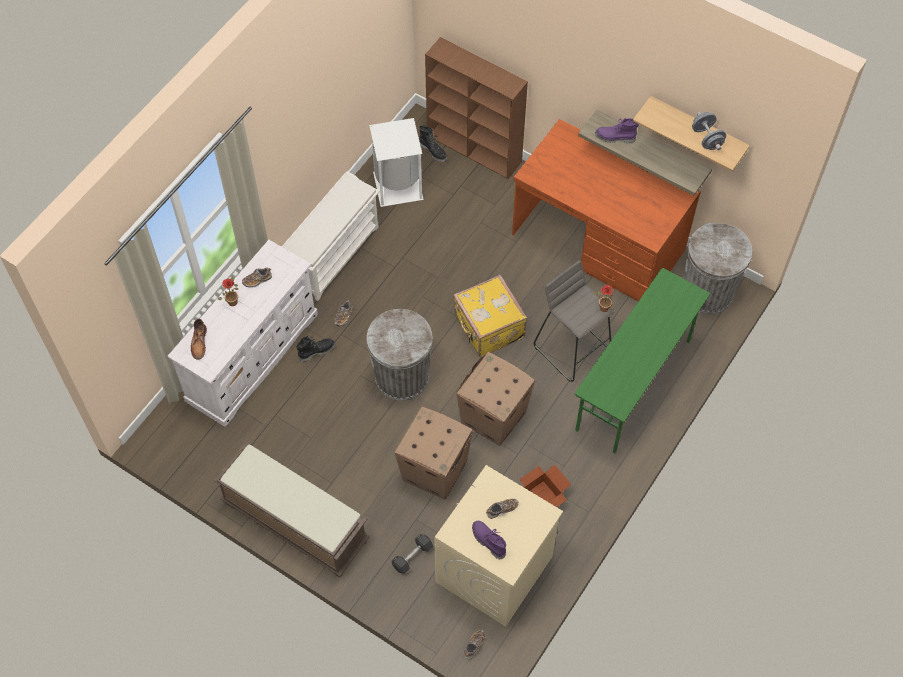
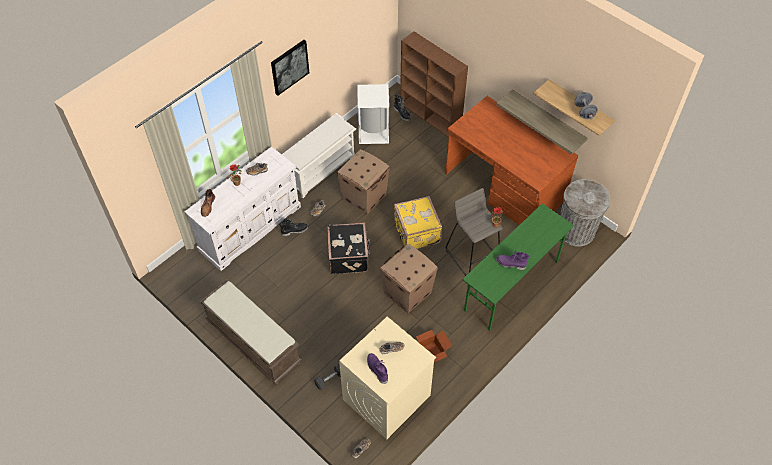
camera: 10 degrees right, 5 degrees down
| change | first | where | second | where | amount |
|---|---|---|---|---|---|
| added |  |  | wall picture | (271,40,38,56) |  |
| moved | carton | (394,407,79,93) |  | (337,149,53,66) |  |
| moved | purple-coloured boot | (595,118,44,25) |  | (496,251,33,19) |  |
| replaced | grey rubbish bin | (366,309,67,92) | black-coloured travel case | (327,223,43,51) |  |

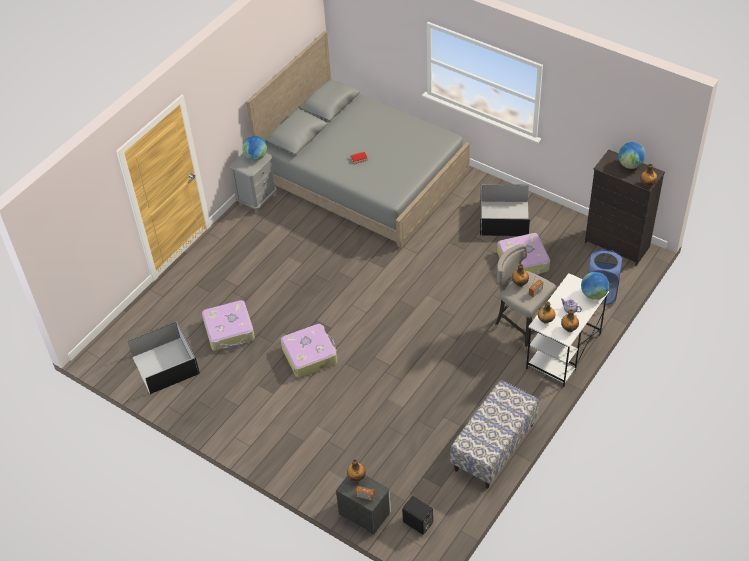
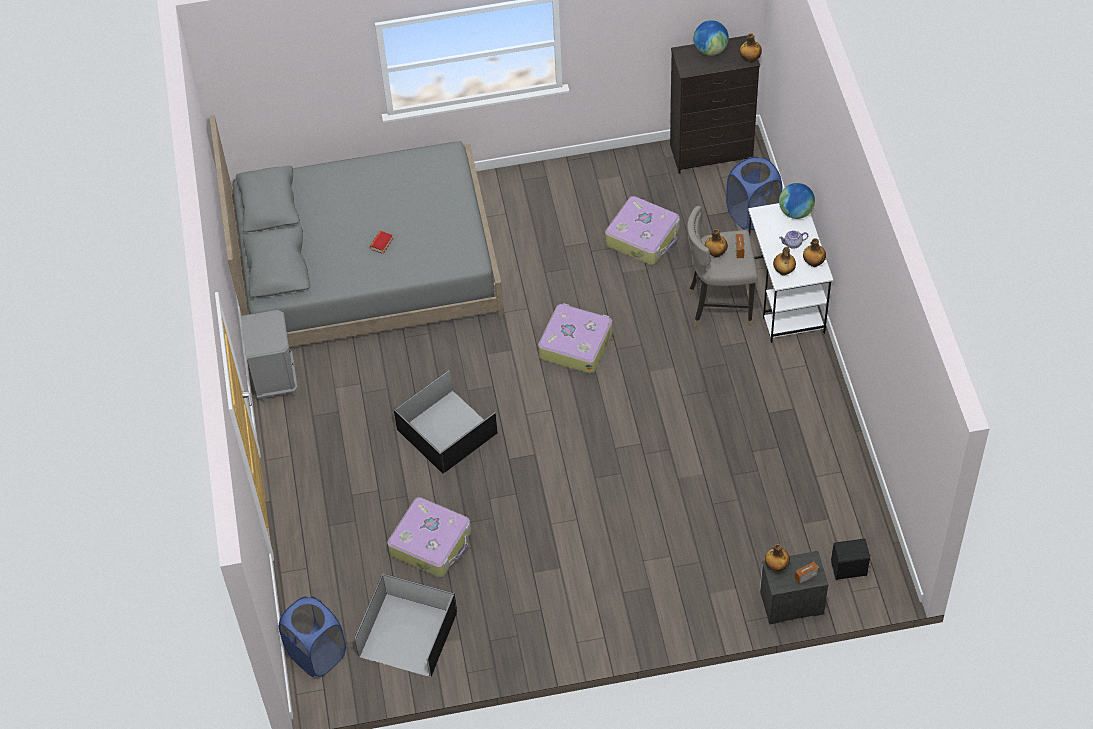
camera: 45 degrees left, 5 degrees up
| change | first | where | second | where | amount |
|---|---|---|---|---|---|
| removed | world globe | (242,136,25,24) |  |  |  |
| removed | long seat | (450,380,89,109) |  |  |  |
| added |  |  | blue laundry basket | (279,596,67,81) |  |
| moved | travel case | (281,324,56,54) |  | (538,303,75,71) |  |
| moved | black-coloured storage box | (480,184,50,52) |  | (394,370,104,104) |  |

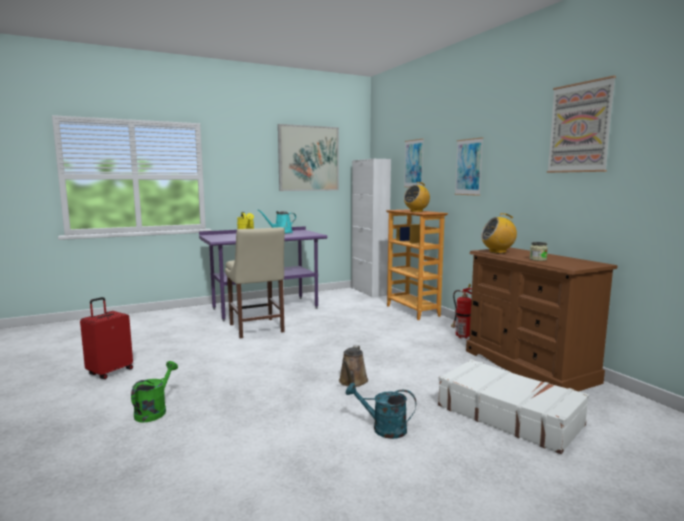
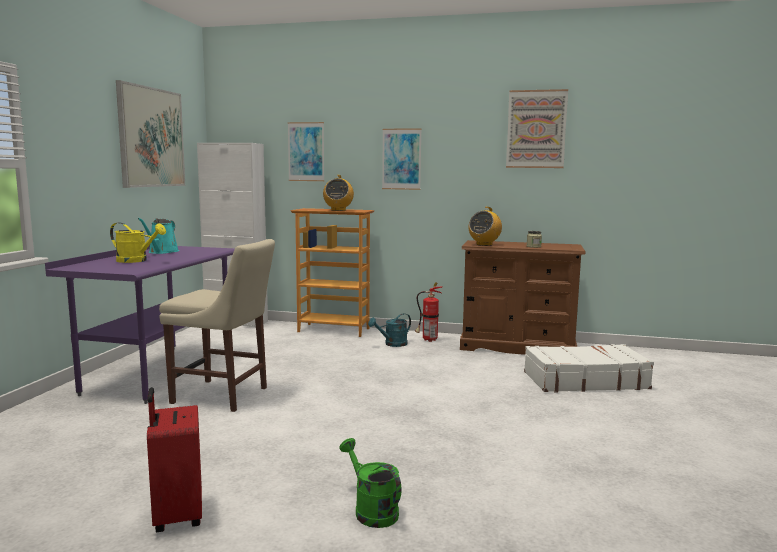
camera: 50 degrees left, 0 degrees up
| change | first | where | second | where | amount |
|---|---|---|---|---|---|
| removed | brownish watering can | (339,345,29,42) |  |  |  |
| moved | turquoise-coloured watering can | (346,383,70,56) |  | (368,313,43,34) |  |

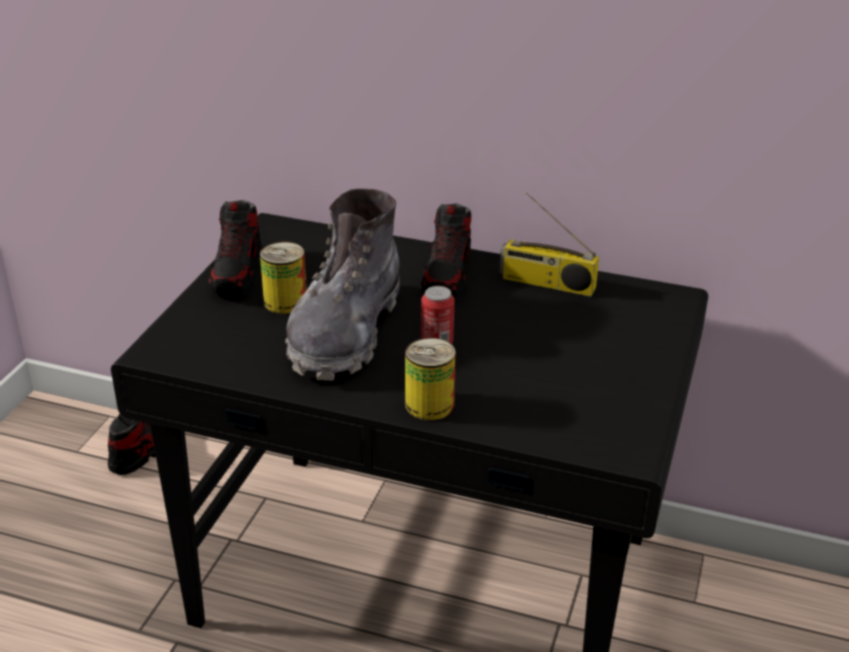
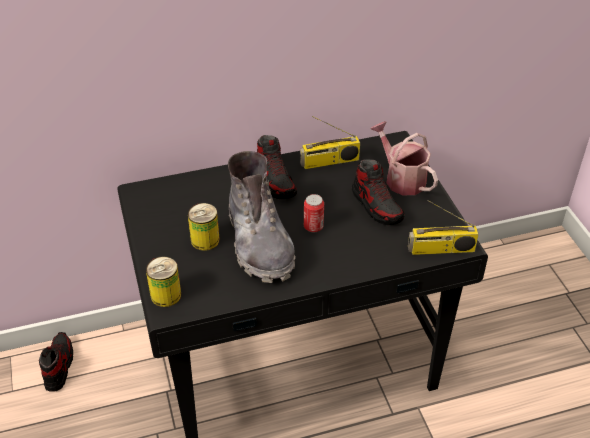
camera: 35 degrees left, 10 degrees up
| change | first | where | second | where | amount |
|---|---|---|---|---|---|
| added |  |  | watering can | (370,121,68,74) |  |
| added |  |  | radio | (408,200,71,55) |  |
| moved | low shoe | (208,200,54,96) |  | (352,159,53,66) |  |
| moved | can | (405,337,51,83) |  | (146,256,35,51) |  |

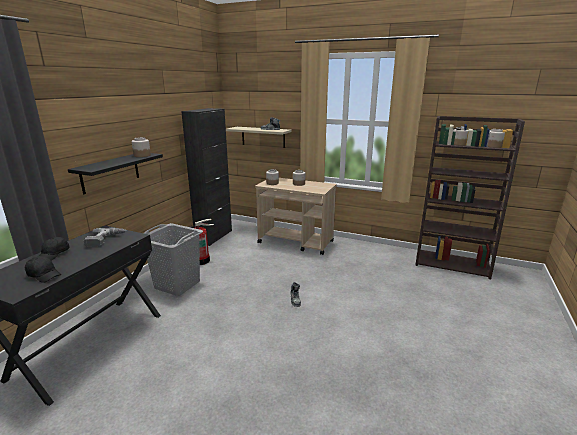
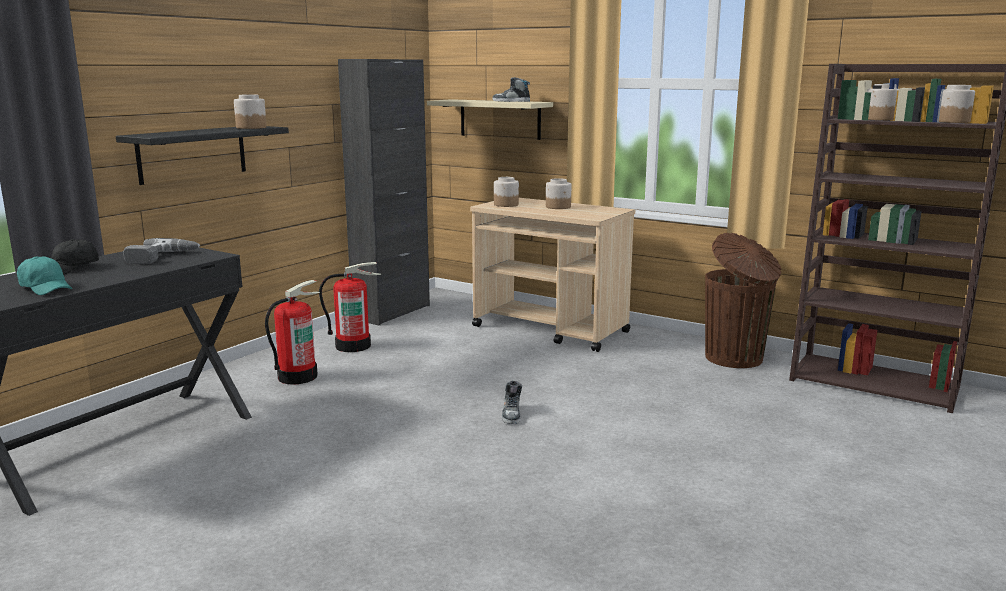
camera: 10 degrees right, 5 degrees down
| change | first | where | second | where | amount |
|---|---|---|---|---|---|
| added |  |  | brownish rubbish bin | (705,233,76,135) |  |
| replaced | grey laundry basket | (144,223,59,73) | fire extinguisher | (265,280,55,105) |  |
| recoloured | black-coloured peaked cap | (25,256,36,27) | turquoise-coloured peaked cap | (17,256,55,39) |  |

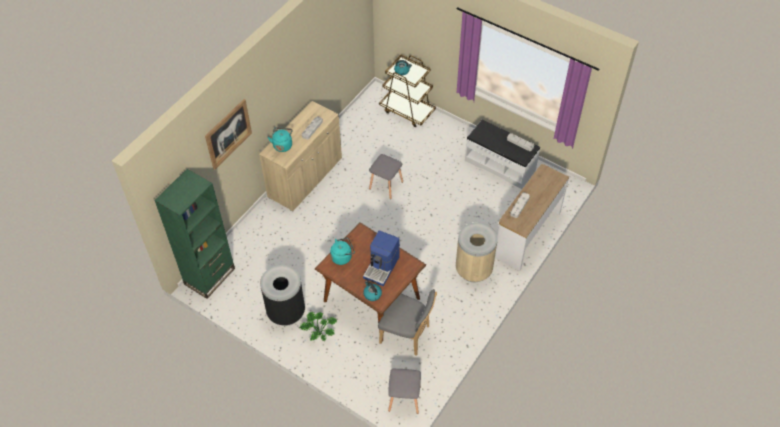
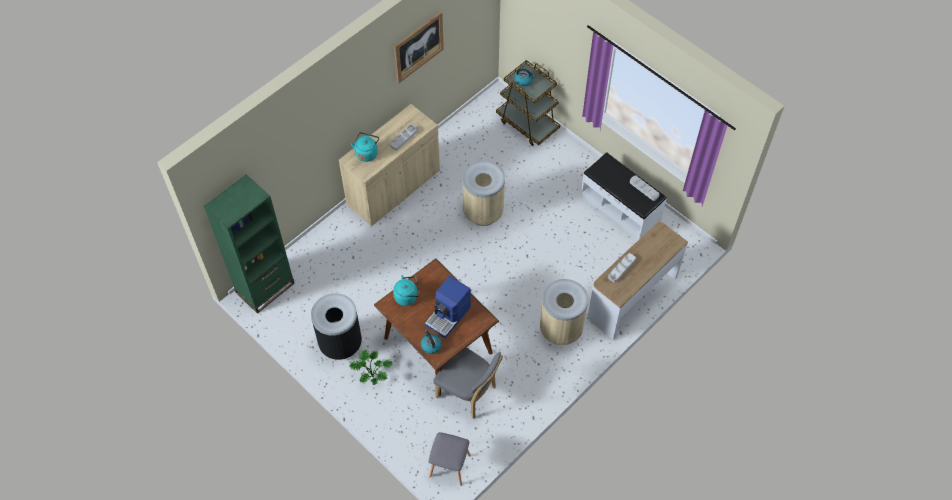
camera: 10 degrees right, 5 degrees up
| change | first | where | second | where | amount |
|---|---|---|---|---|---|
| moved | wall picture | (205,99,47,71) |  | (394,12,50,71) |  |
| replaced | grey stool | (369,154,34,45) | beige rubbish bin | (462,161,43,65) |  |

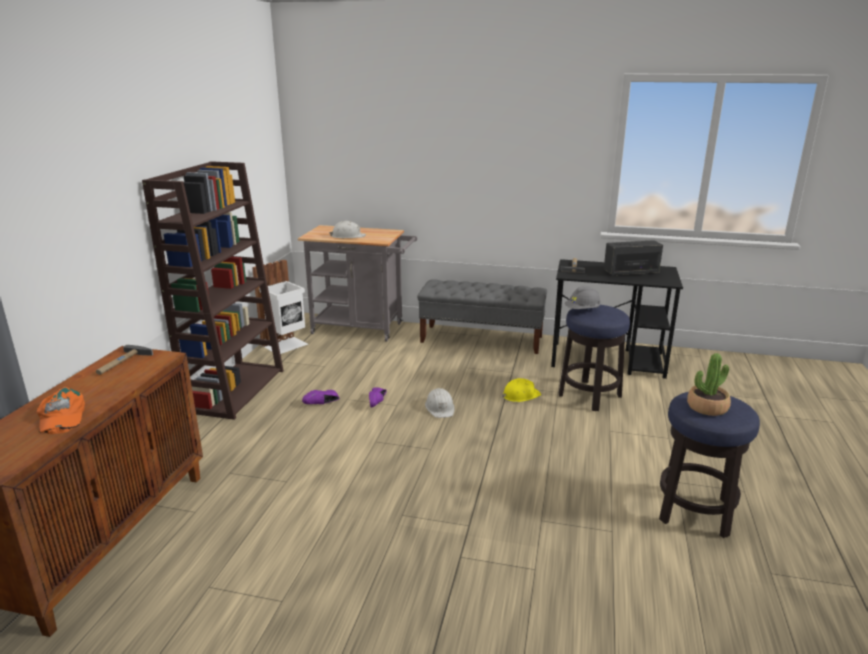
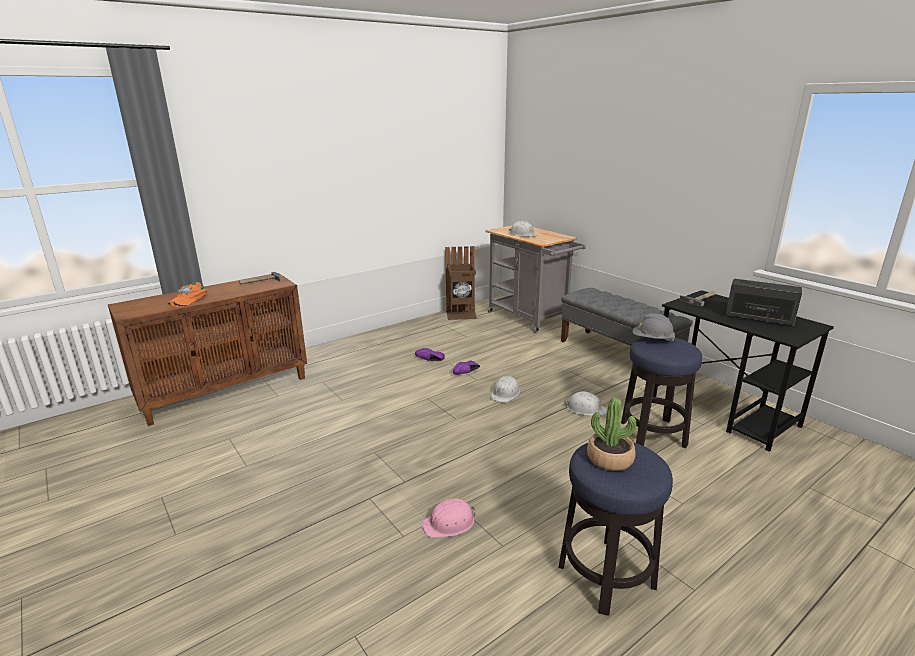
camera: 40 degrees right, 0 degrees up
| change | first | where | second | where | amount |
|---|---|---|---|---|---|
| removed | brownish shelving unit | (142,161,142,259) |  |  |  |
| added |  |  | pink-coloured safety helmet | (421,498,54,40) |  |
| recoloured | white-coloured rubbish bin | (252,260,56,94) | brownish rubbish bin | (445,246,32,74) |  |
| recoloured | yellow safety helmet | (502,378,39,24) | white-coloured safety helmet | (565,392,42,24) |  |

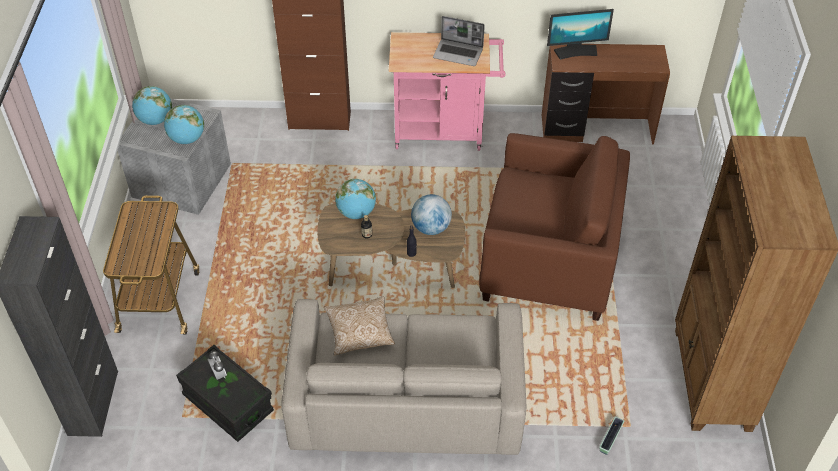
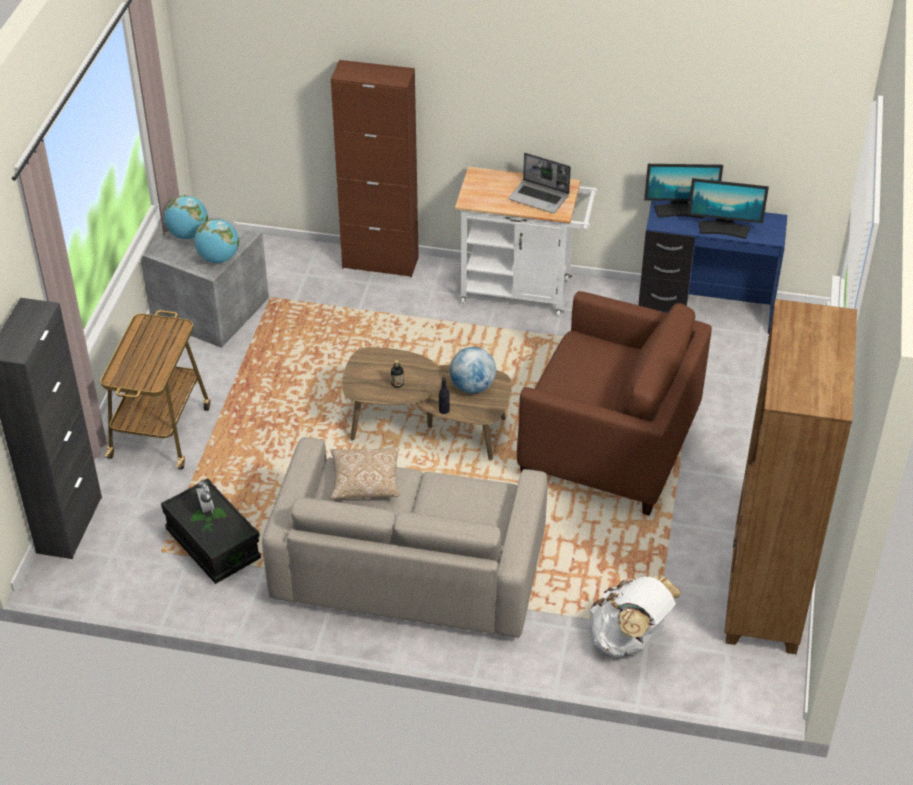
camera: 10 degrees right, 5 degrees down
| change | first | where | second | where | amount |
|---|---|---|---|---|---|
| removed | world globe | (335,179,41,40) |  |  |  |
| added |  |  | monitor | (688,178,81,61) |  |
| replaced | flower pot | (599,416,25,39) | white-coloured backpack | (589,576,93,81) |  |
| recoloured | pink-coloured wheeled cart | (389,32,116,119) | white-coloured wheeled cart | (455,167,143,150) |  |
| recoloured | brownish desk | (542,44,128,101) | blue desk | (638,201,150,133) |  |

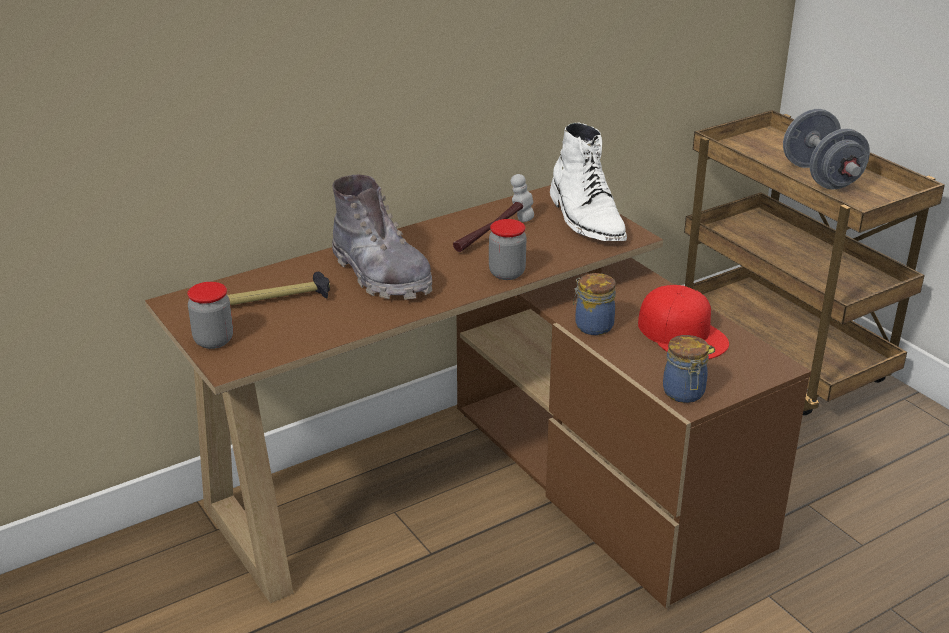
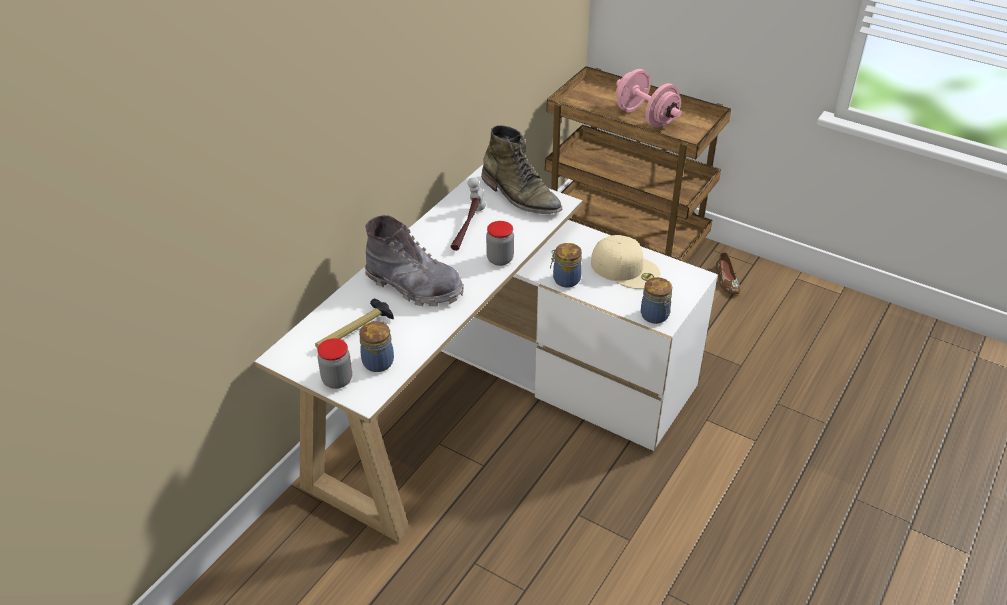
camera: 25 degrees left, 10 degrees up
| change | first | where | second | where | amount |
|---|---|---|---|---|---|
| added |  |  | jar | (359,321,35,51) |  |
| added |  |  | brownish low shoe | (715,252,25,42) |  |
| recoloured | brownish desk | (145,185,666,423) | white-coloured desk | (255,165,463,378) |  |
| recoloured | white-coloured boot | (550,122,77,119) | greenish boot | (481,125,81,89) |  |
| recoloured | reddish peaked cap | (638,285,91,74) | beige peaked cap | (591,235,69,54) |  |
| recoloured | grey dumbbell | (783,109,87,81) | pink-coloured dumbbell | (616,69,66,58) |  |

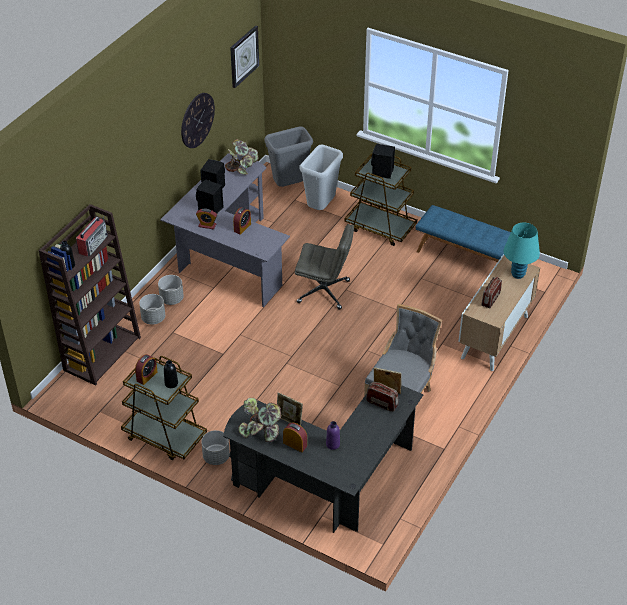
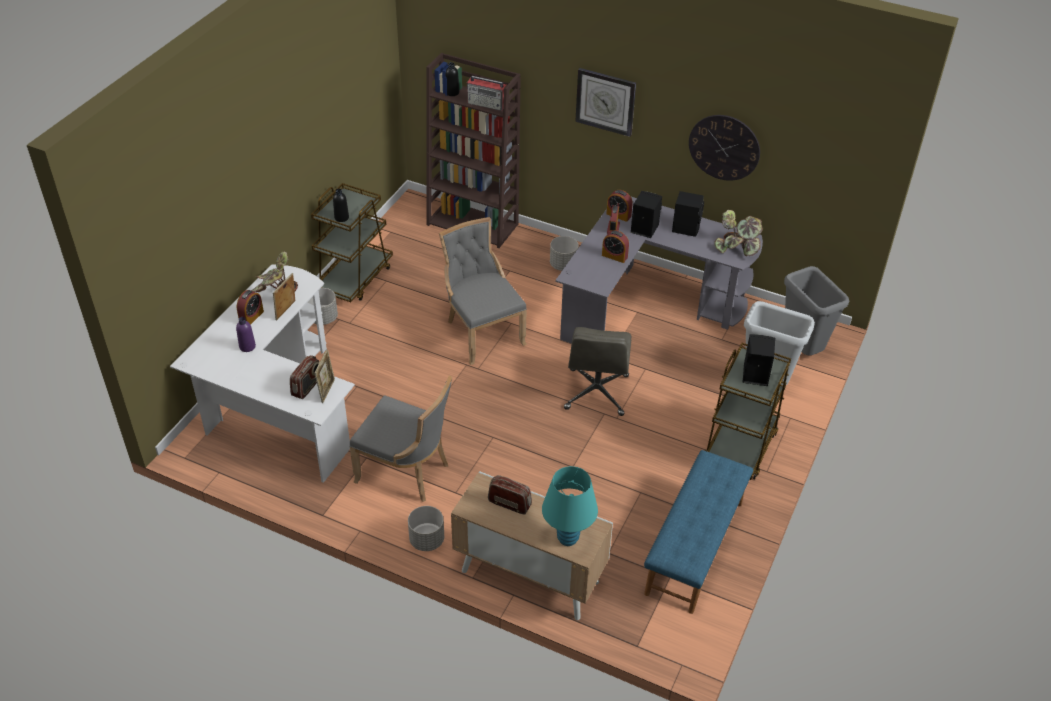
camera: 85 degrees right, 0 degrees up
| change | first | where | second | where | amount |
|---|---|---|---|---|---|
| added |  |  | grey chair | (439,217,88,148) |  |
| moved | alarm clock | (135,354,23,31) |  | (606,190,27,32) |  |
| moved | grey flower pot | (139,294,26,31) |  | (408,506,36,45) |  |
| moved | wall clock | (230,25,29,63) |  | (575,68,61,69) |  |
| recoloured | black-coloured desk | (223,385,201,148) | white-coloured desk | (170,265,185,218) |  |

